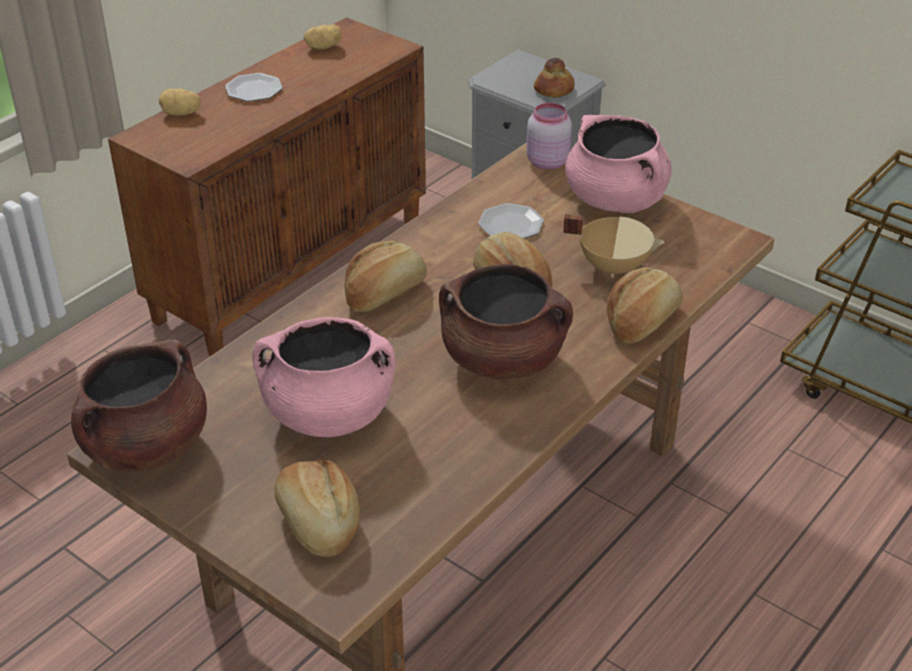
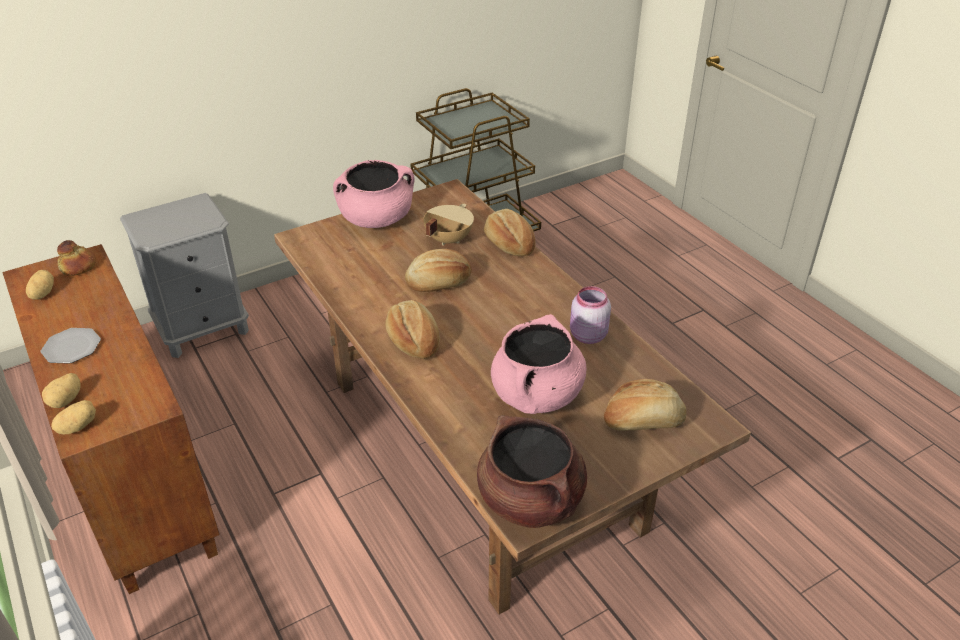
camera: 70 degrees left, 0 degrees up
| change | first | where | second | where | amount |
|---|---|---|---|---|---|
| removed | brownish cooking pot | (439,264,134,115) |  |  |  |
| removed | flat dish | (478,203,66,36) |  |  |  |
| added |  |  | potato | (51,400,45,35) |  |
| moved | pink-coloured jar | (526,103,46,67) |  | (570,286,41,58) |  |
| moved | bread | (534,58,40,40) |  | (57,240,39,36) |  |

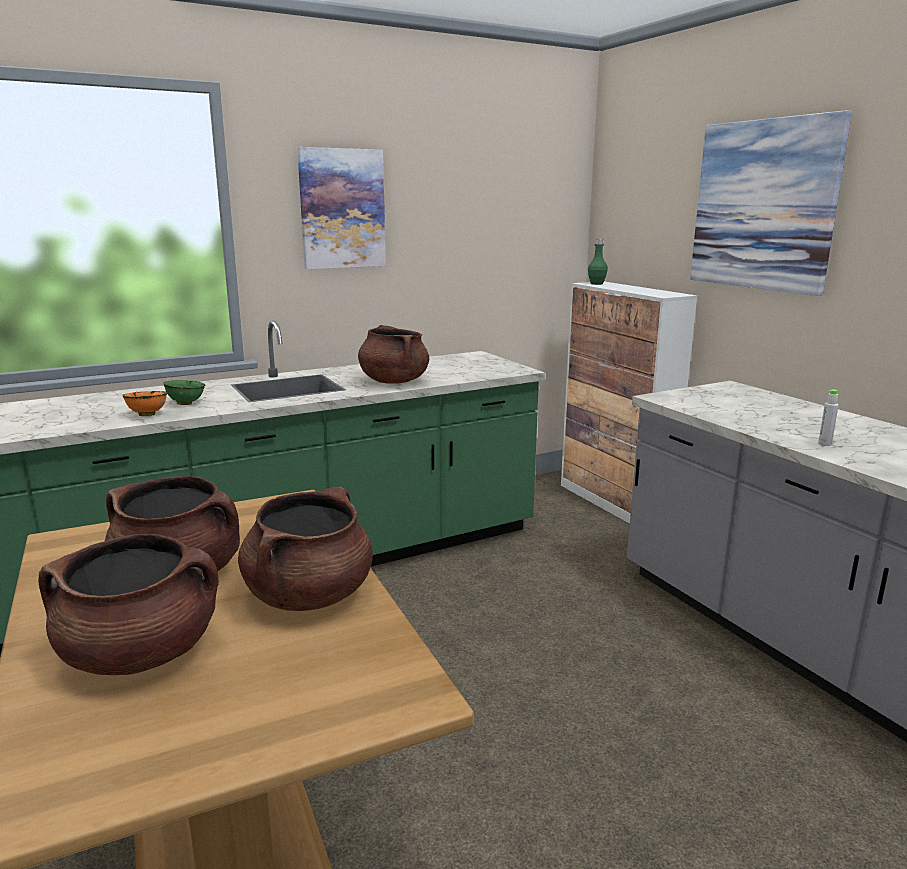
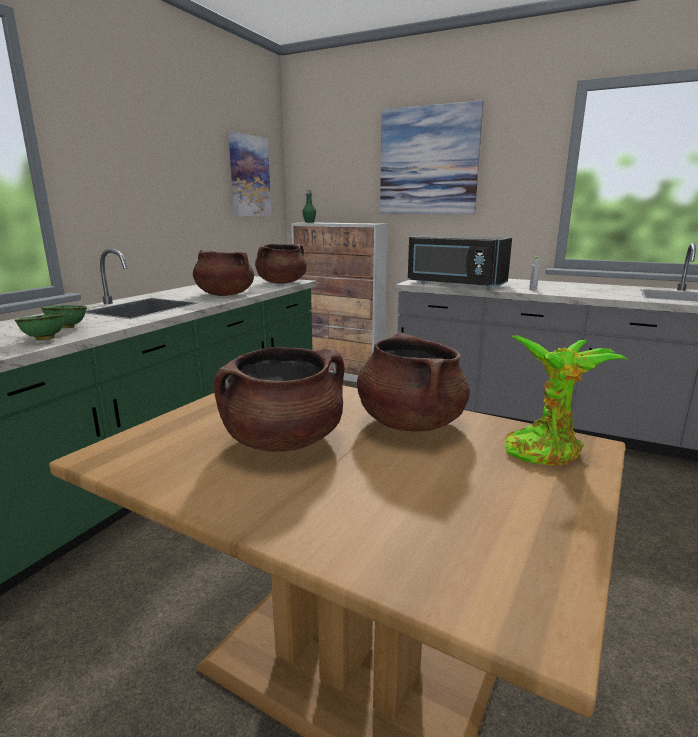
camera: 35 degrees left, 0 degrees up
| change | first | where | second | where | amount |
|---|---|---|---|---|---|
| added |  |  | black-coloured microwave | (408,235,104,54) |  |
| added |  |  | plant in a pot | (504,335,125,130) |  |
| moved | brownish cooking pot | (38,533,181,142) |  | (255,243,52,41) |  |
| moved | wall picture | (297,147,89,122) |  | (228,132,43,84) |  |
| recoloured | orange-coloured deep dish | (122,391,45,25) | greenish deep dish | (15,314,50,26) |  |

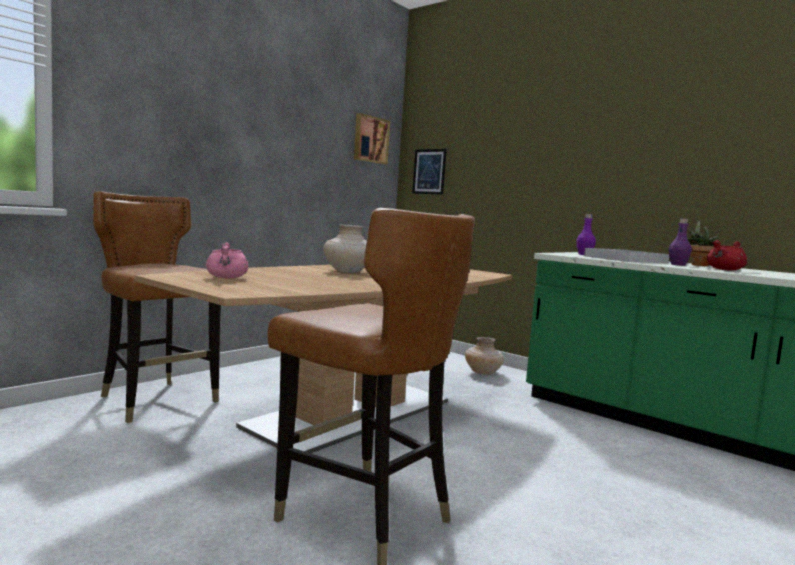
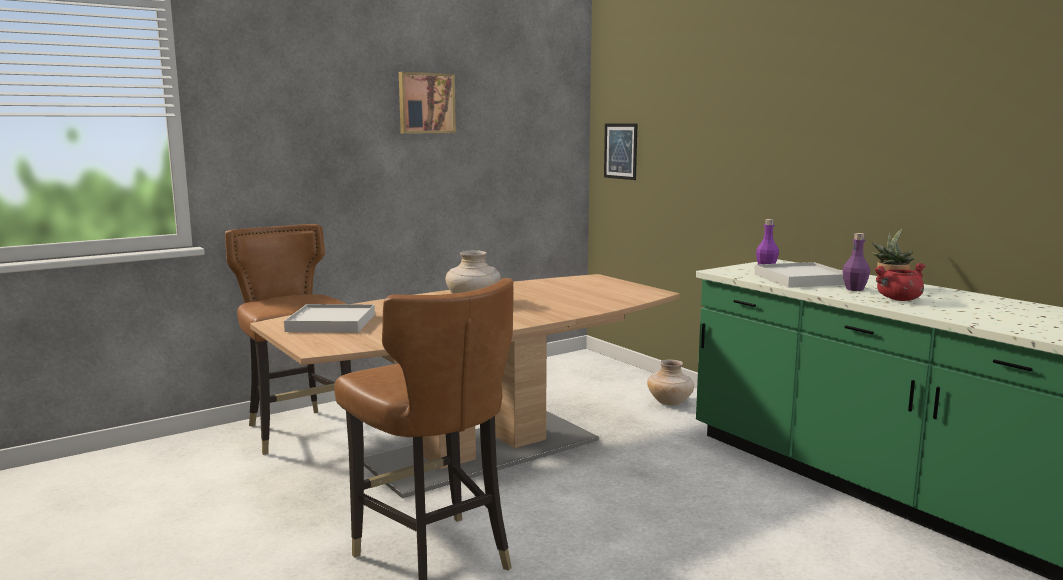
camera: 15 degrees right, 5 degrees up
| change | first | where | second | where | amount |
|---|---|---|---|---|---|
| moved | wall picture | (354,113,36,52) |  | (399,72,57,62) |  |
| replaced | pink-coloured cooking pot | (206,242,43,36) | white-coloured tray | (284,304,91,28) |  |

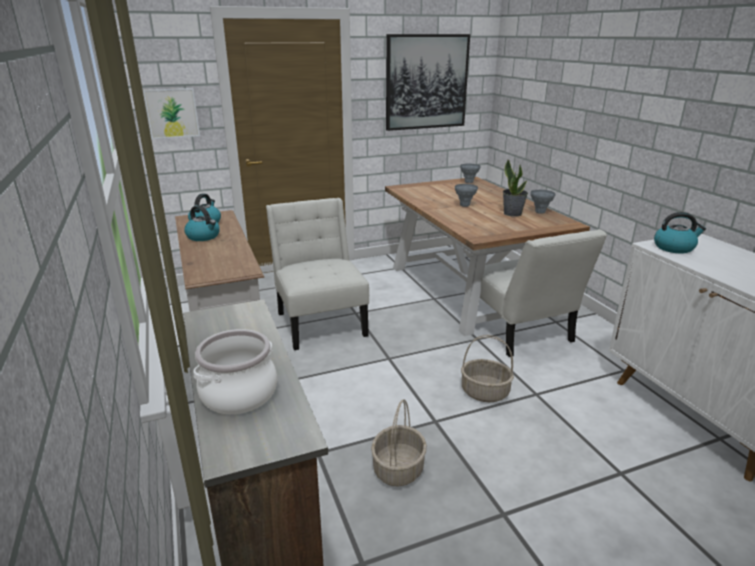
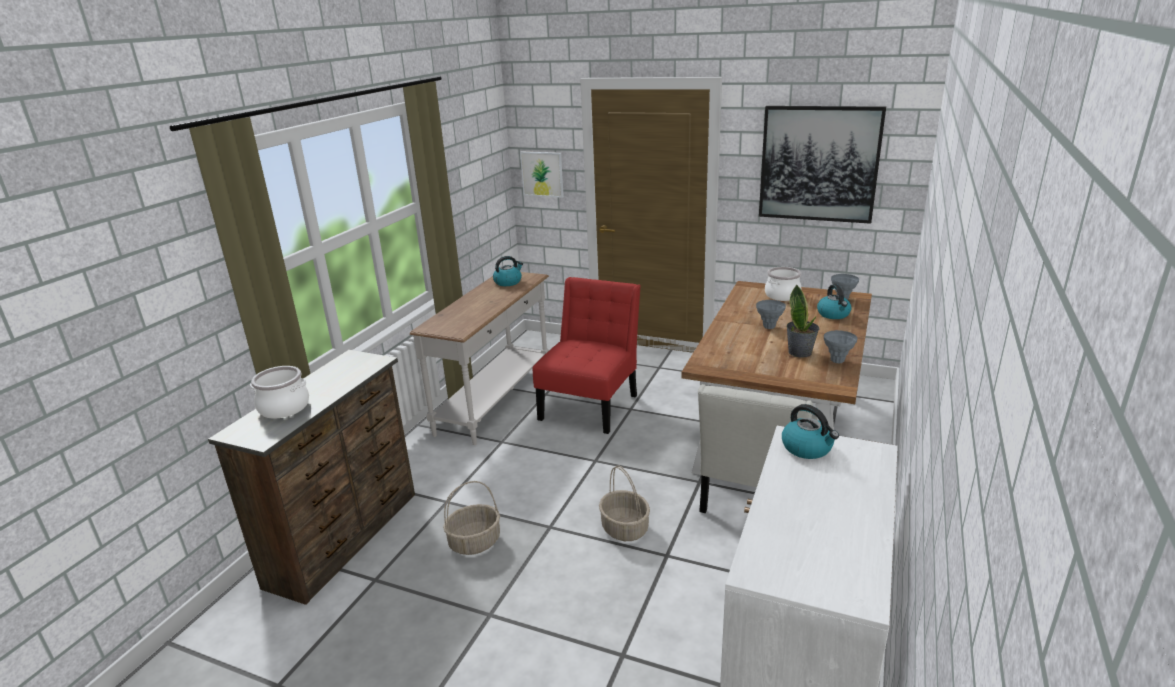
camera: 45 degrees right, 0 degrees up
| change | first | where | second | where | amount |
|---|---|---|---|---|---|
| added |  |  | cooking pot | (765,267,37,34) |  |
| moved | tea kettle | (184,205,36,36) |  | (817,284,35,35) |  |
| recoloured | white-coloured chair | (266,198,103,152) | reddish chair | (533,277,107,157) |  |

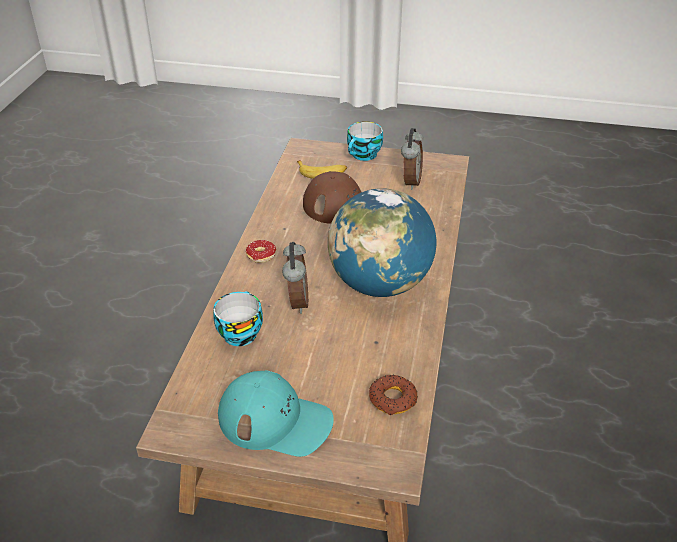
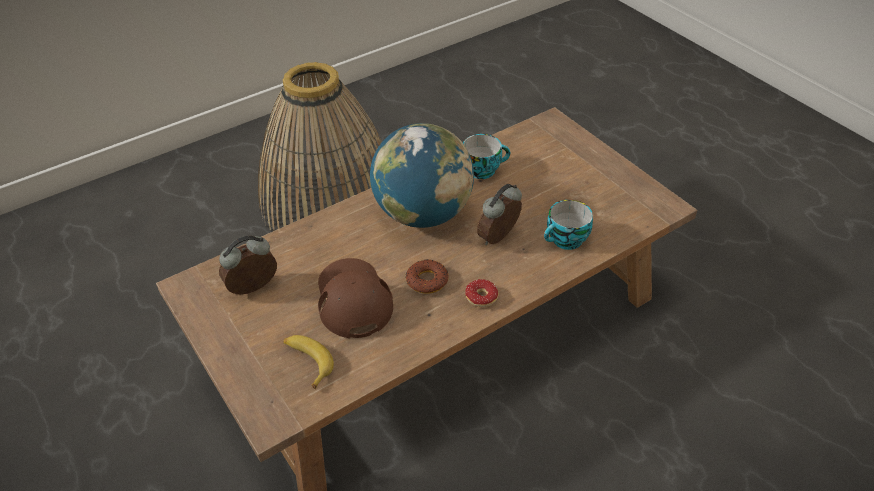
camera: 135 degrees left, 5 degrees up
| change | first | where | second | where | amount |
|---|---|---|---|---|---|
| removed | turquoise-coloured peaked cap | (218,370,116,87) |  |  |  |
| added |  |  | storage basket | (258,62,124,169) |  |
| moved | drinking cup | (347,121,36,40) |  | (463,134,47,45) |  |
| moved | doughnut | (369,375,49,40) |  | (405,259,44,35) |  |

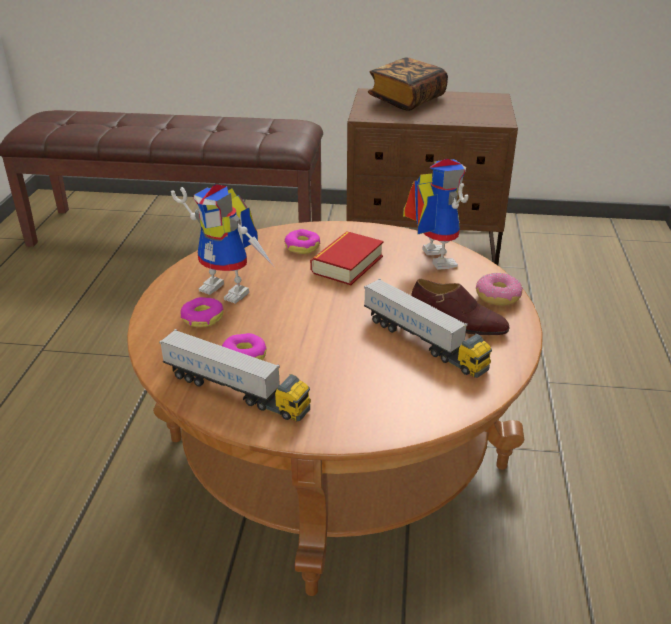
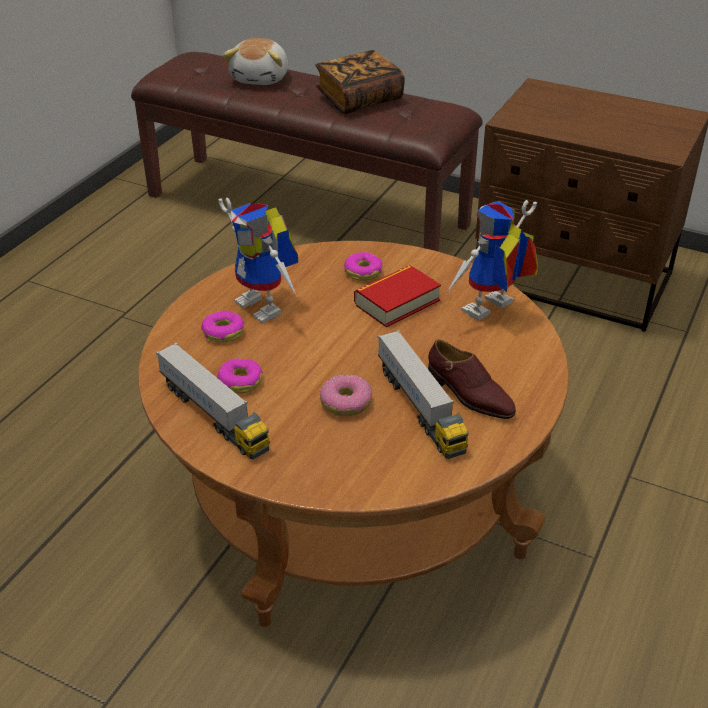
camera: 20 degrees right, 5 degrees up
| change | first | where | second | where | amount |
|---|---|---|---|---|---|
| added |  |  | cuddly toy | (223,38,65,47) |  |
| moved | volume | (368,58,80,53) |  | (315,50,90,64) |  |
| moved | doughnut | (476,272,47,34) |  | (320,374,52,42) |  |
| turned | robot figure | (403,159,66,111) |  | (447,200,91,121) | 135 degrees counterclockwise |

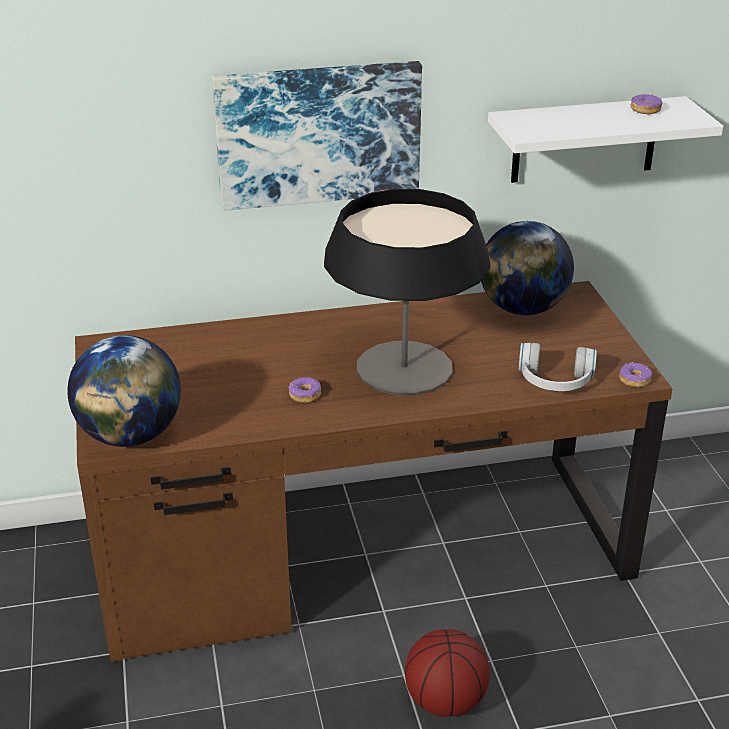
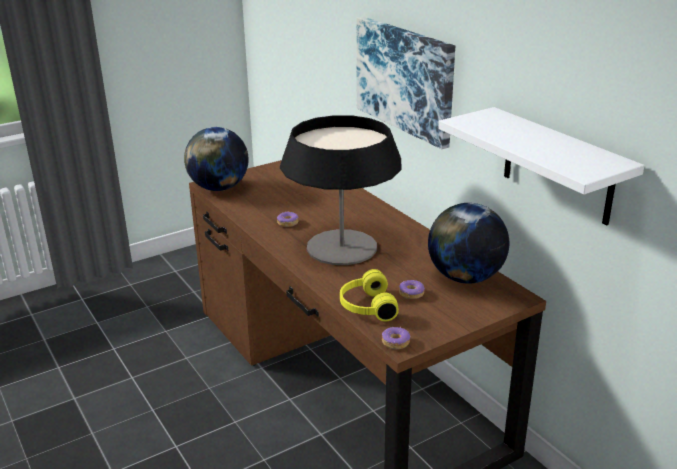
camera: 70 degrees right, 5 degrees down
| change | first | where | second | where | amount |
|---|---|---|---|---|---|
| removed | basketball ball | (405,629,85,88) |  |  |  |
| moved | doughnut | (631,94,31,20) |  | (399,280,26,19) |  |
| recoloured | white-coloured pair of headphones | (518,343,79,48) | yellow pair of headphones | (340,269,59,53) |  |

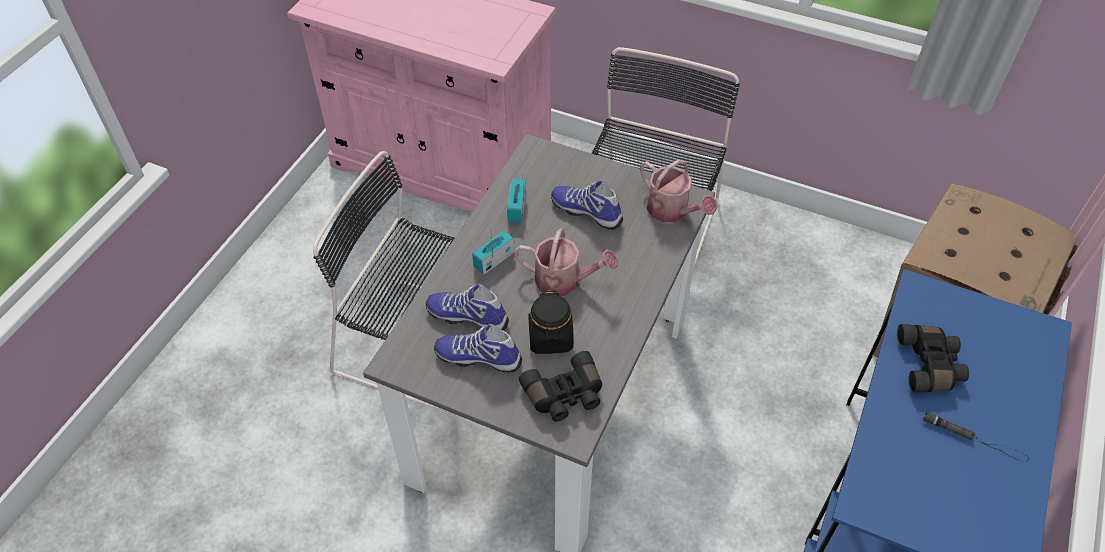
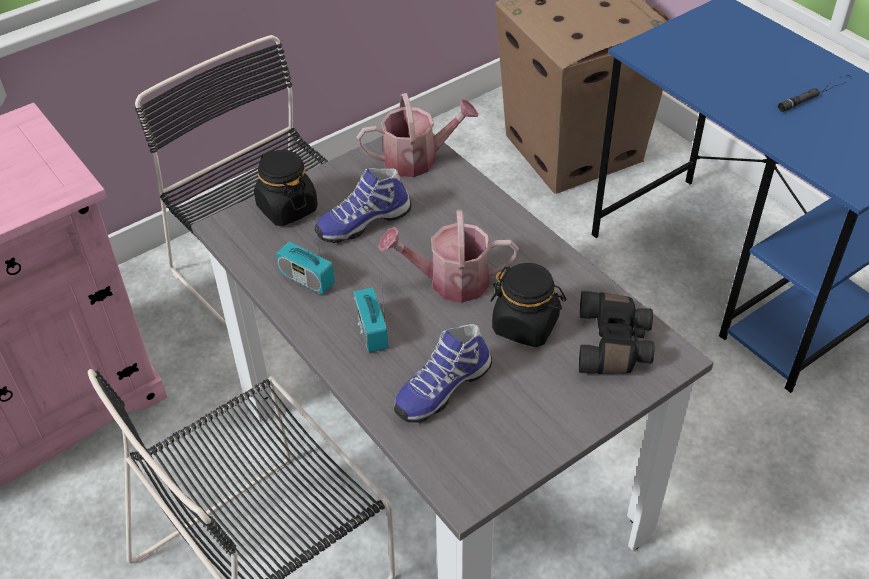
camera: 60 degrees left, 5 degrees down
| change | first | where | second | where | amount |
|---|---|---|---|---|---|
| removed | low shoe | (434,323,88,50) |  |  |  |
| removed | black-coloured pair of binoculars | (897,324,72,69) |  |  |  |
| added |  |  | black-coloured jar | (254,150,64,76) |  |
| turned | watering can | (514,228,104,68) |  | (378,210,141,93) | 135 degrees counterclockwise |

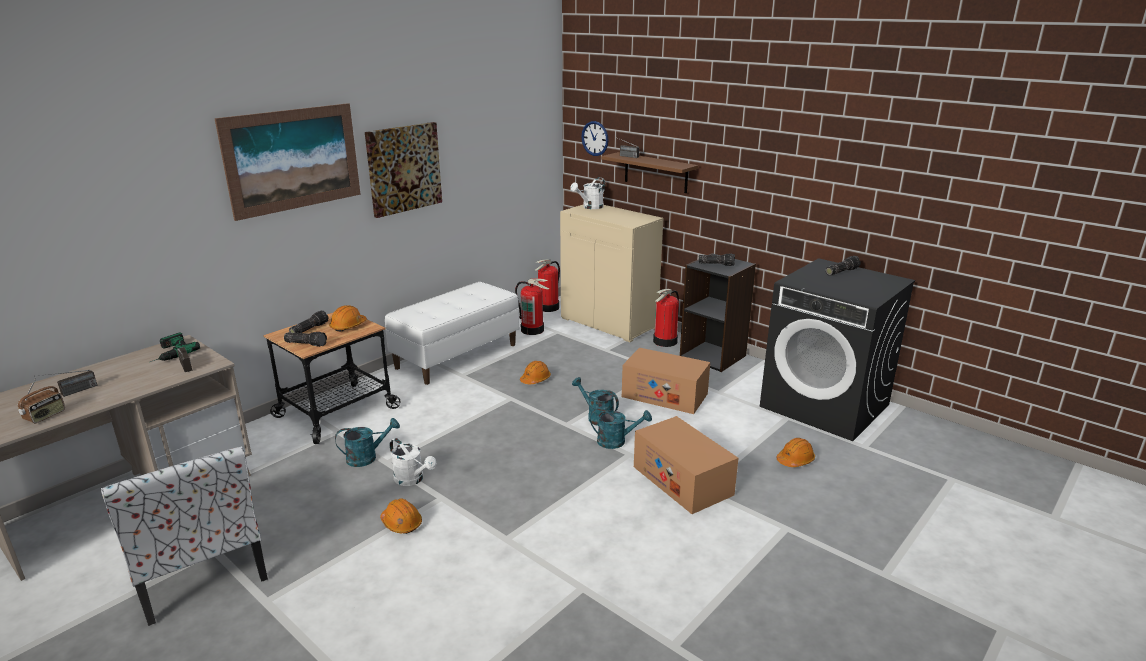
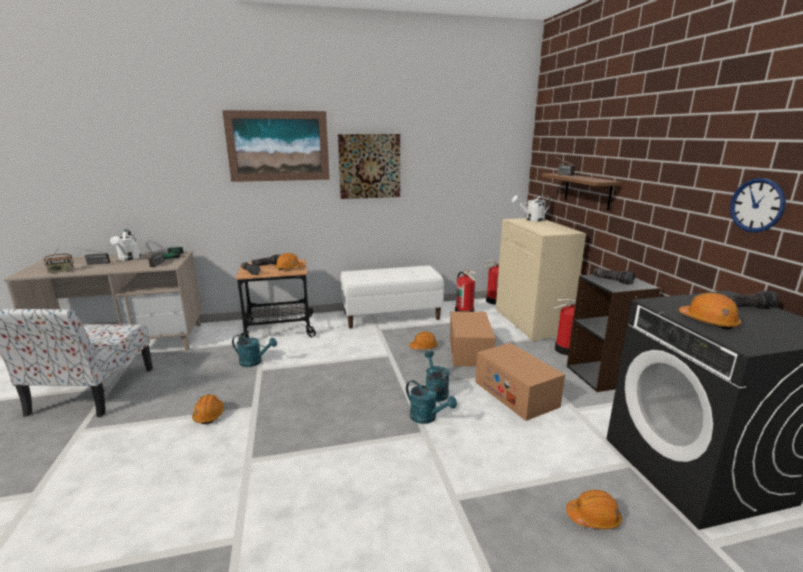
camera: 35 degrees right, 5 degrees down
| change | first | where | second | where | amount |
|---|---|---|---|---|---|
| added |  |  | orange-coloured safety helmet | (679,293,62,37) |  |
| moved | white-coloured watering can | (390,438,46,48) |  | (110,229,31,32) |  |
| moved | wall clock | (581,121,28,35) |  | (730,178,56,55) |  |
| moved | carton | (634,416,104,98) |  | (450,311,45,56) |  |

